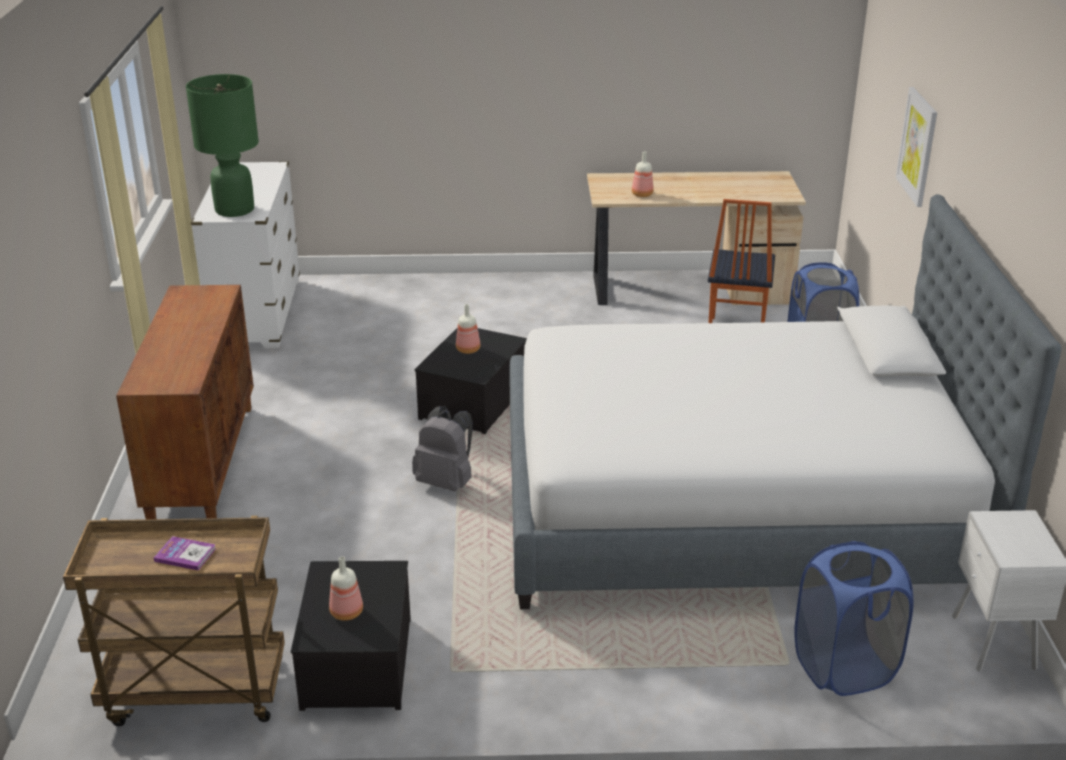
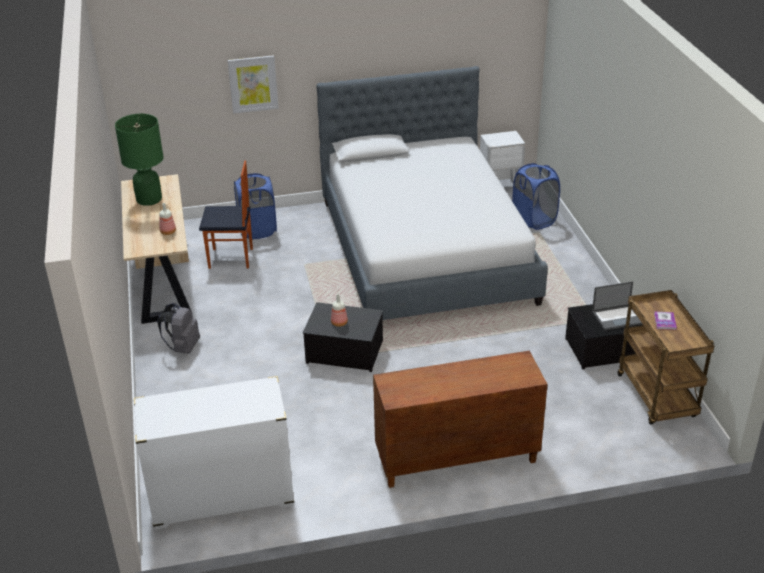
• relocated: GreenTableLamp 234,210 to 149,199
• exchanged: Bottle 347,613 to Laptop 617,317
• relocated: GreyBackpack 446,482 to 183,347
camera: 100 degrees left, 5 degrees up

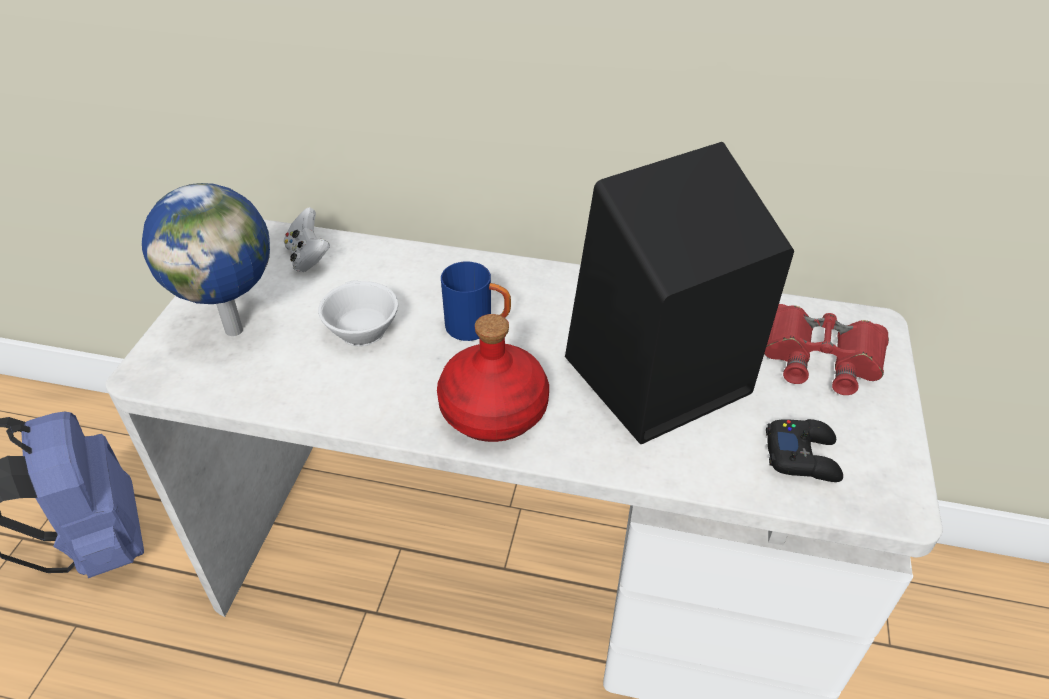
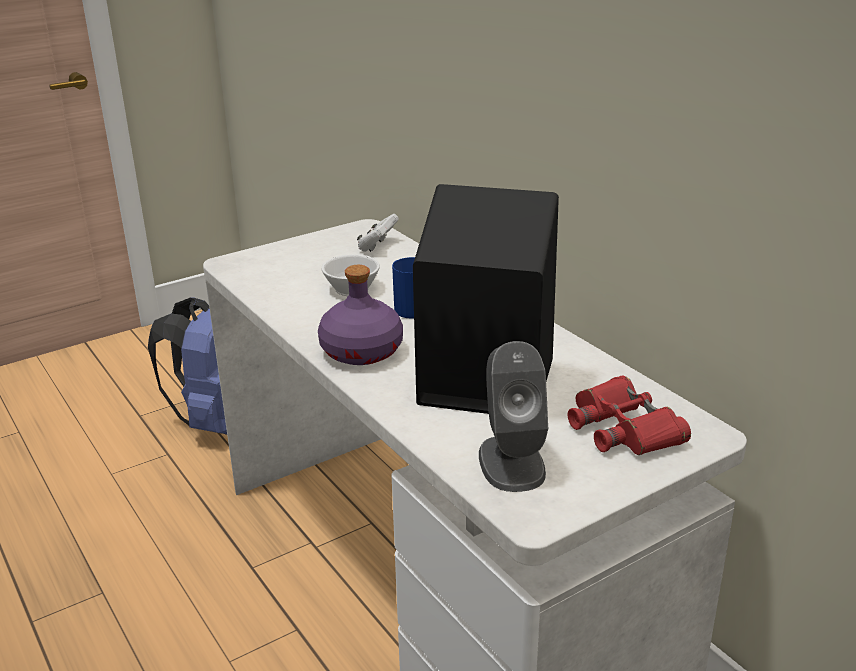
• missing: Globe 235,328
• colour: RedBottle 495,410 to PurpleBottle 362,351
• exchanged: BlackGameController 803,456 to GreySpeaker 511,462
camera: 45 degrees right, 15 degrees down

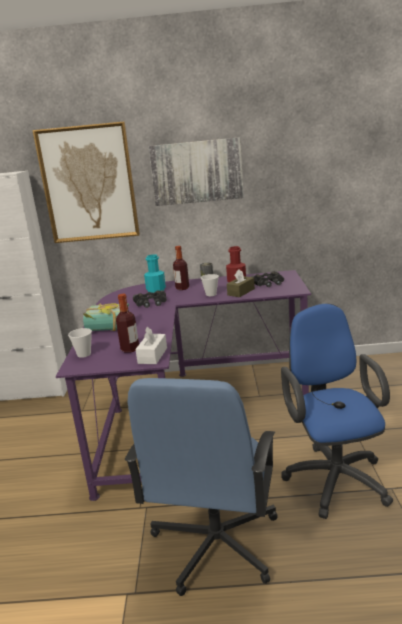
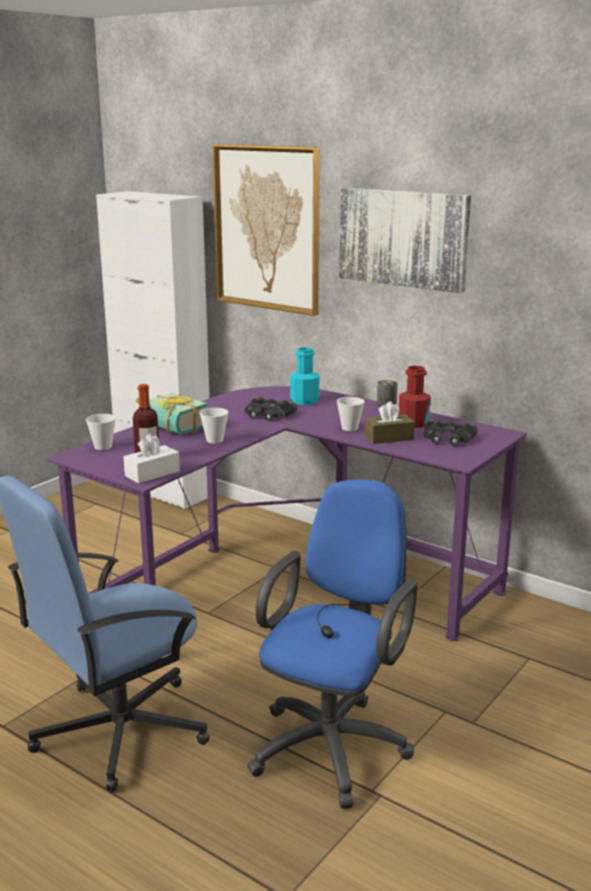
• missing: Bottle 182,288
• appeared: Cup 214,440
camera: 35 degrees right, 0 degrees up

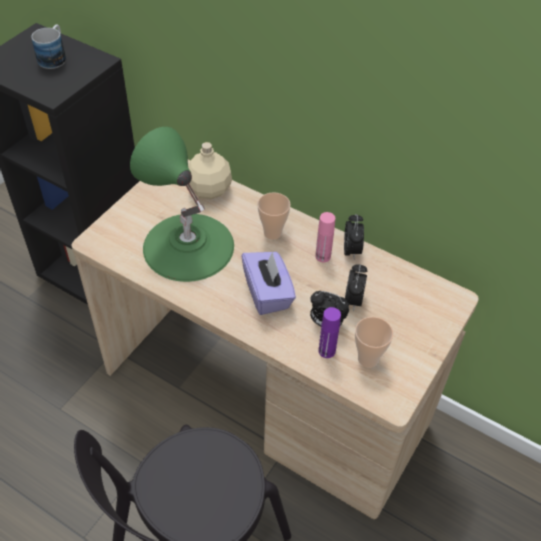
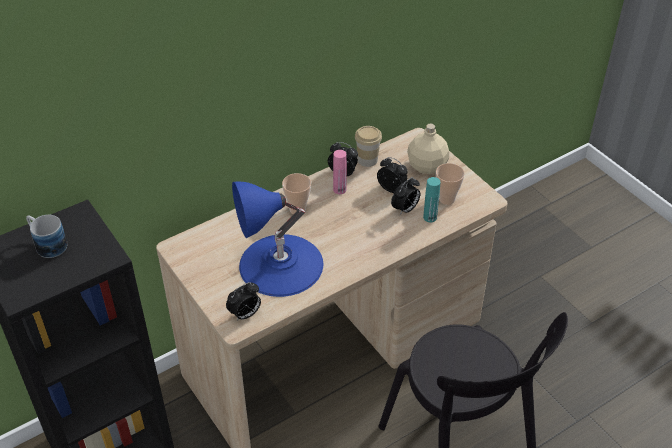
• colour: GreenTableLamp 188,246 to BlueTableLamp 281,265
• relocated: BeigeBottle 209,190 to 427,166
• missing: PurpleTissueBox 268,293
• colour: PurpleBottle 326,351 to TurquoiseBottle 430,217
• appeared: AlarmClock 245,314
• appeared: Cup 367,160
camera: 65 degrees left, 5 degrees down

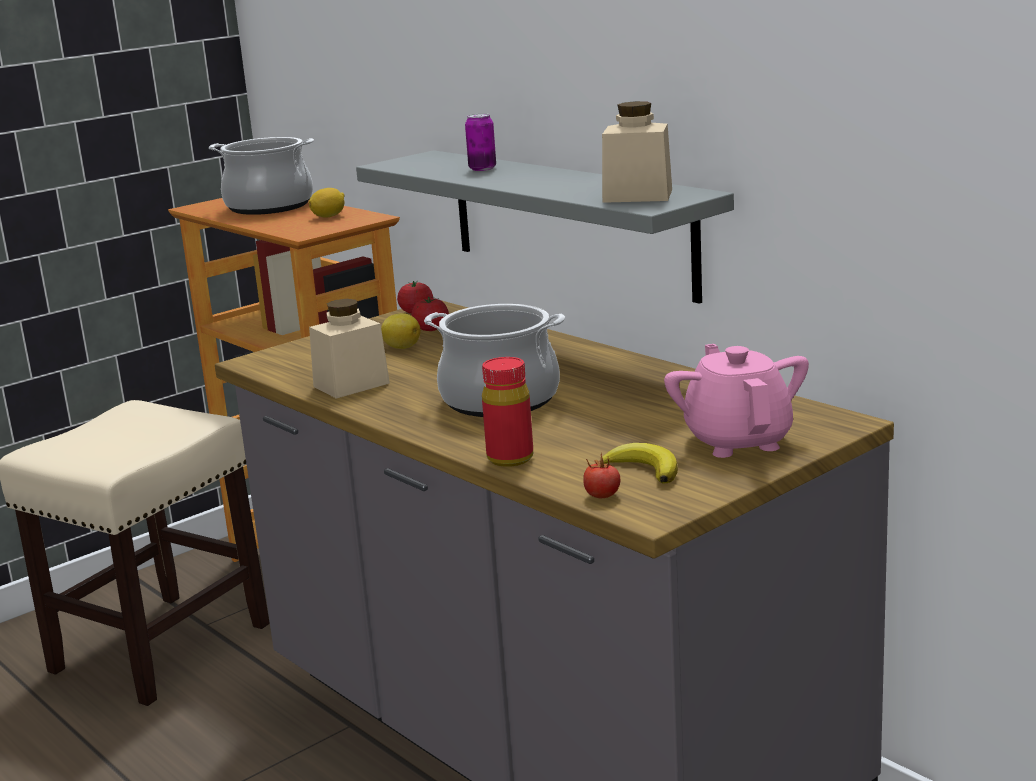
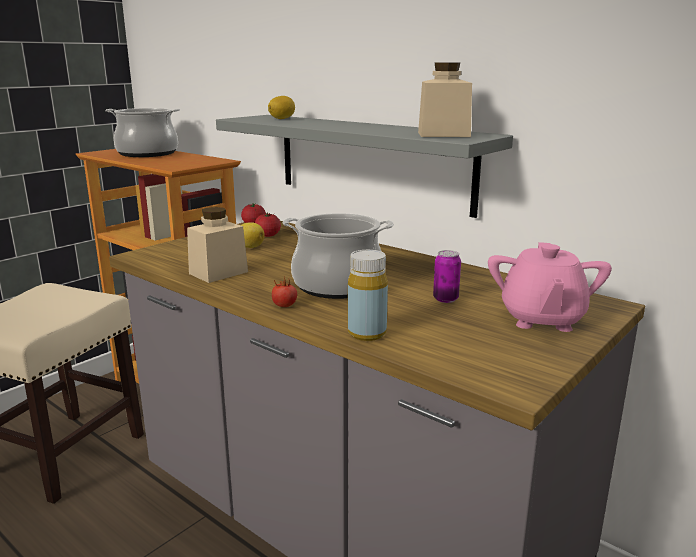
• relocated: Lemon 329,216 to 282,119
• relocated: Can 482,169 to 445,299
• colour: RedBottle 510,458 to YellowBottle 367,333
• relocated: Tomato 602,496 to 284,305
• missing: Banana 644,469
• spun: PinkTeapot 738,441 = 541,319 150 degrees counterclockwise
camera: 10 degrees left, 0 degrees up

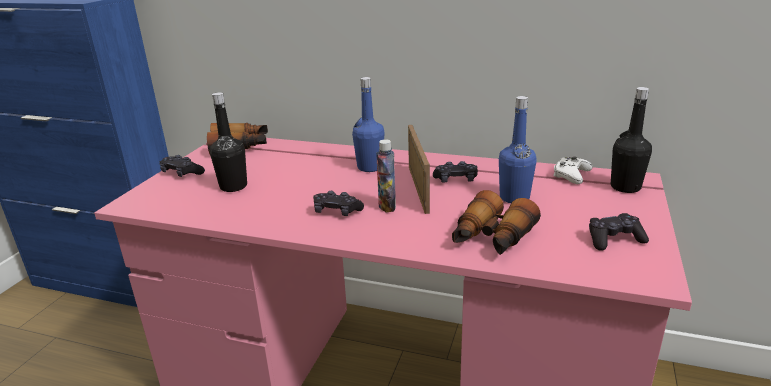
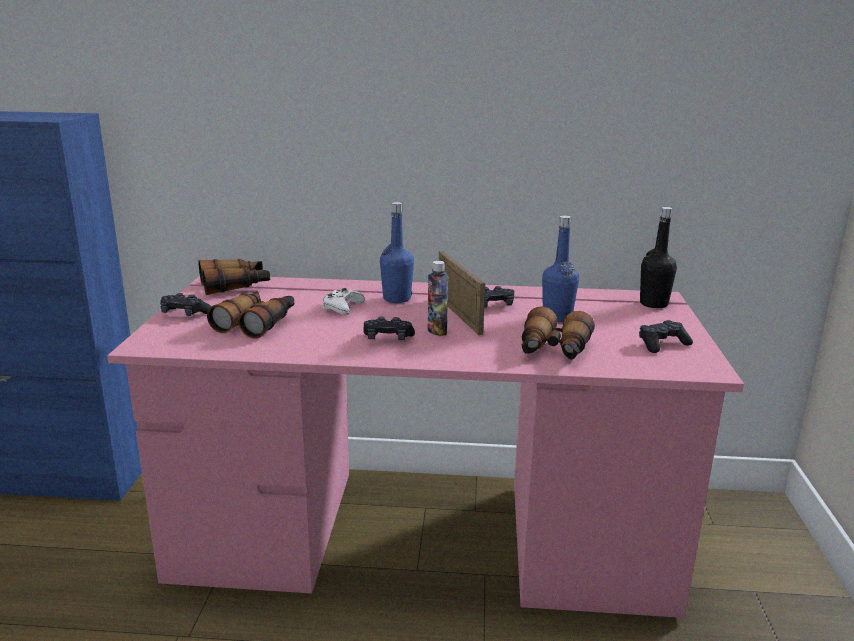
• exchanged: BlackBottle 233,186 to Binoculars 257,323
• relocated: WhiteGameController 571,175 to 342,307
camera: 15 degrees left, 5 degrees down

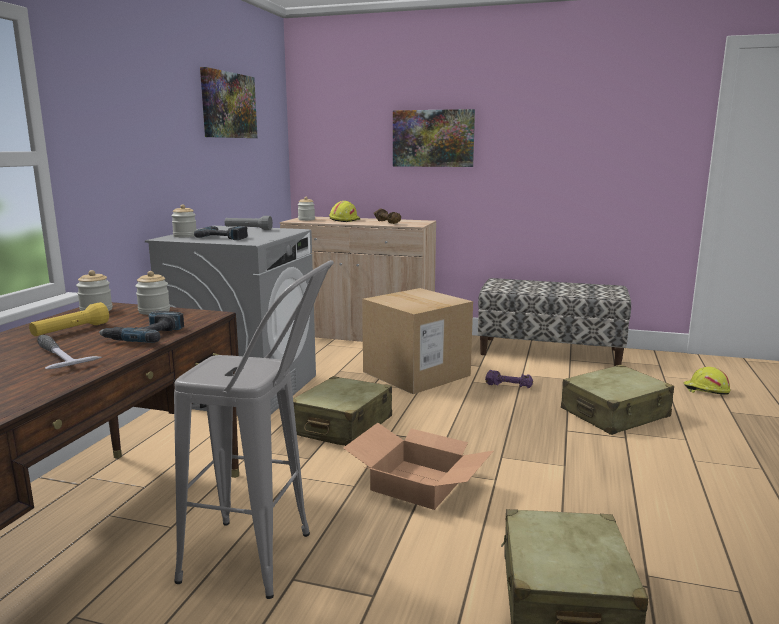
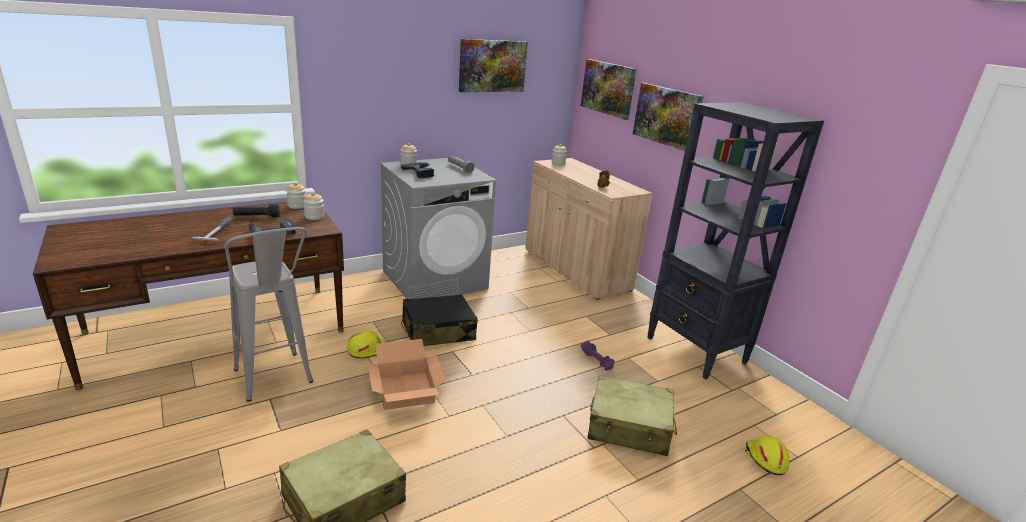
• colour: YellowFlashlight 71,331 to BlackFlashlight 257,217
• colour: BeigeSuitcase 341,426 to BlackSuitcase 438,331
• relocated: YellowHardHat 344,220 to 367,349
• missing: CardboardBox 416,373
• exchanged: Bench 550,352 to BlackBookcase 696,351
• appeared: Picture 608,88
camera: 40 degrees right, 10 degrees up

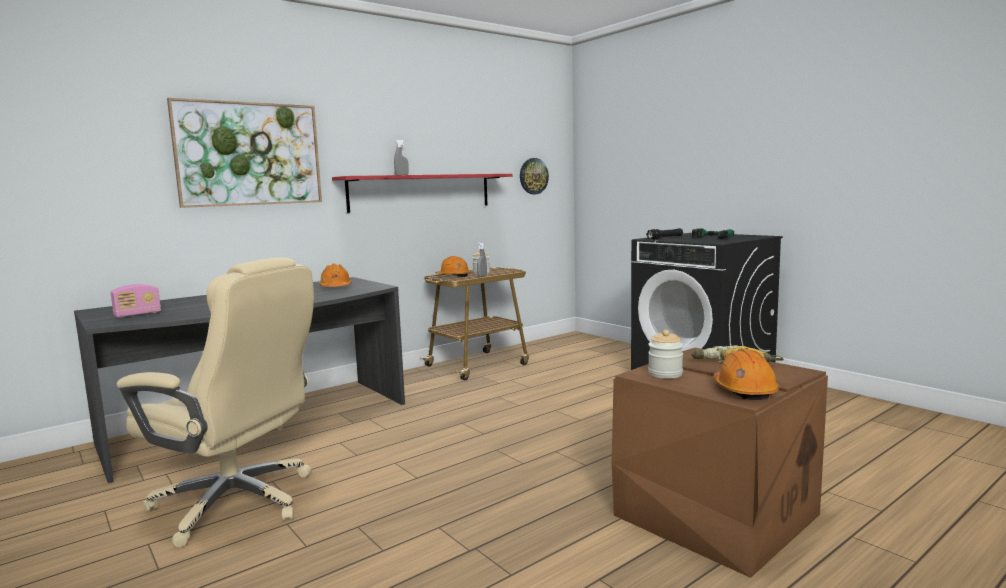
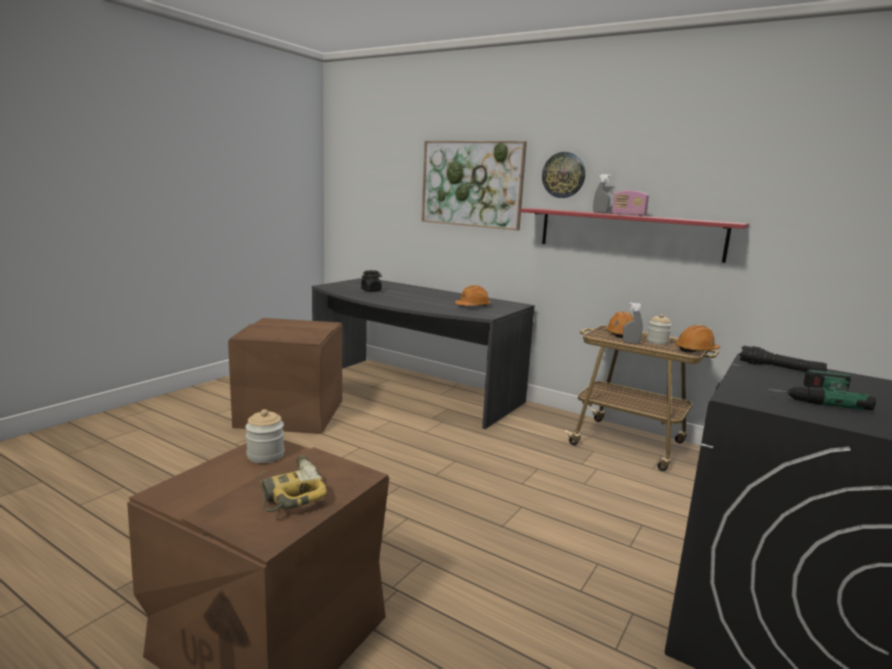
• relocated: Radio 137,314 to 628,215
• exchanged: BeigeOfficeChair 237,503 to BrownStorageBox 290,413
• relocated: WallClock 533,176 to 563,175
• relocated: OrangeHardHat 744,390 to 696,350
• appeared: BlackJar 371,290
camera: 70 degrees right, 5 degrees up

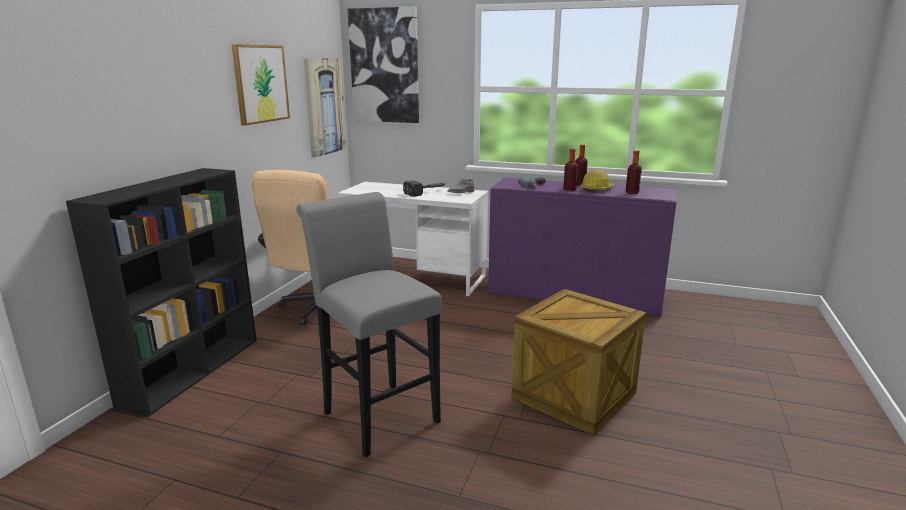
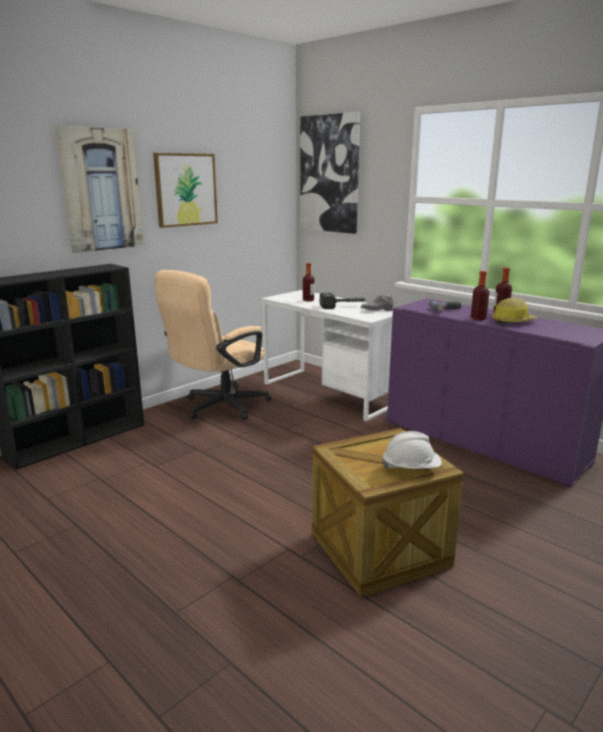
• missing: GreyStool 376,413
• relocated: Picture 324,106 to 101,190
• relocated: Bottle 632,192 to 308,300
• appeared: WhiteHardHat 411,468
camera: 25 degrees right, 0 degrees up

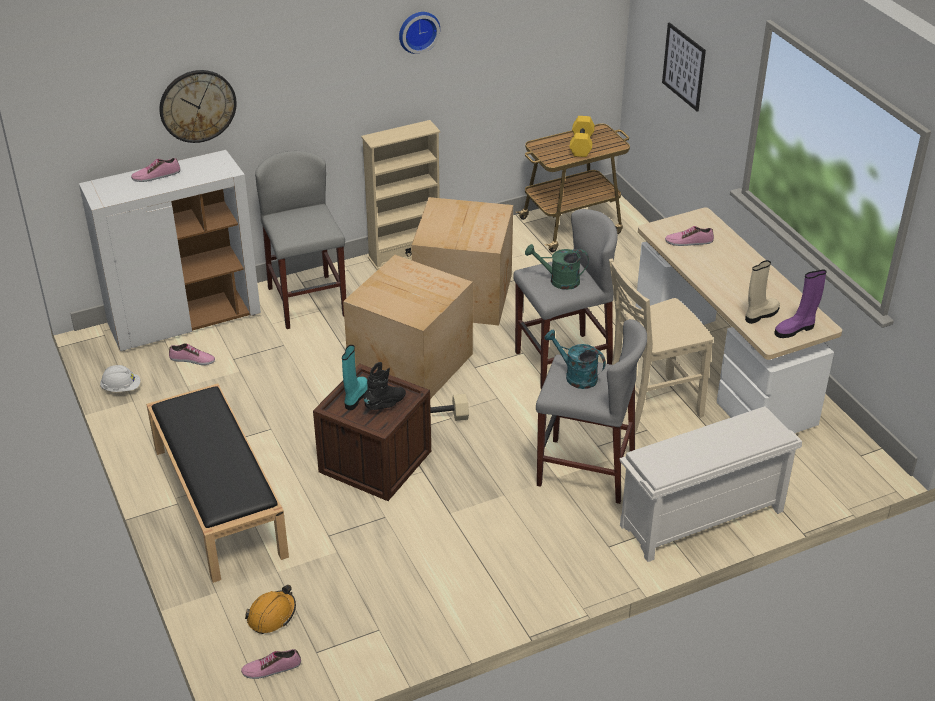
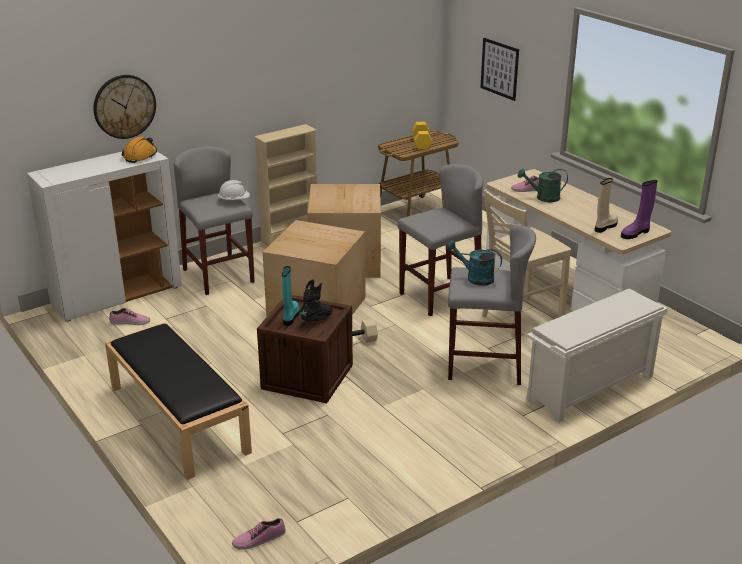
• relocated: WhiteHardHat 121,388 to 234,200
• missing: Shoe 156,175
• relocated: OrangeHardHat 272,615 to 140,156
• missing: WallClock 418,31
• relocated: GreenWateringCan 558,281 to 543,198
camera: 10 degrees left, 10 degrees down

